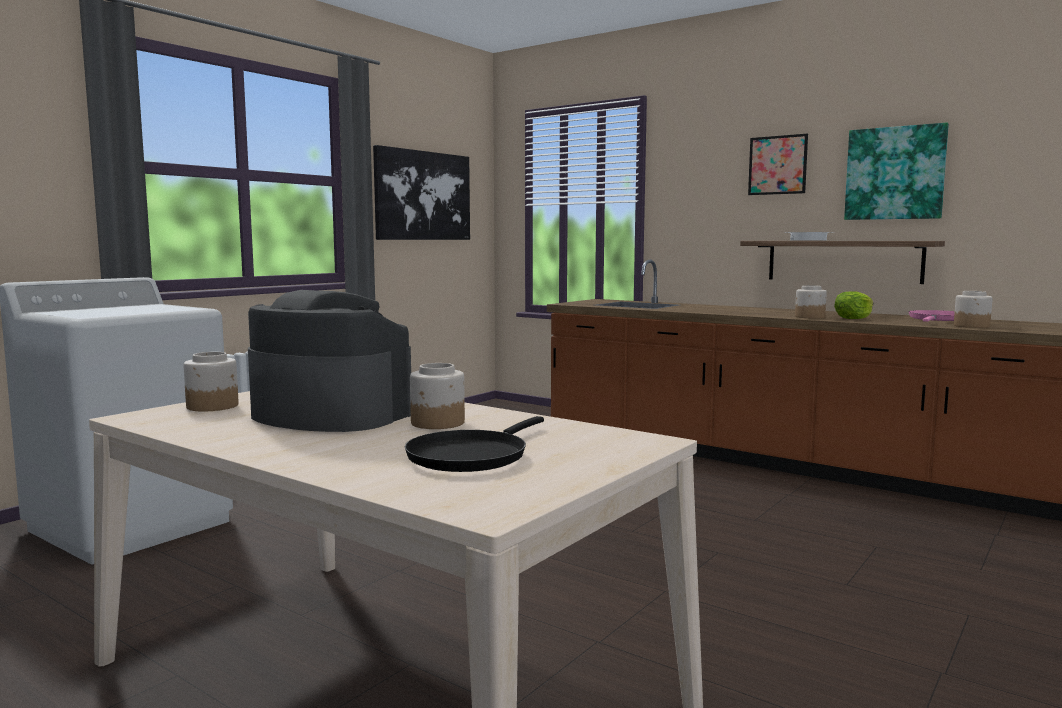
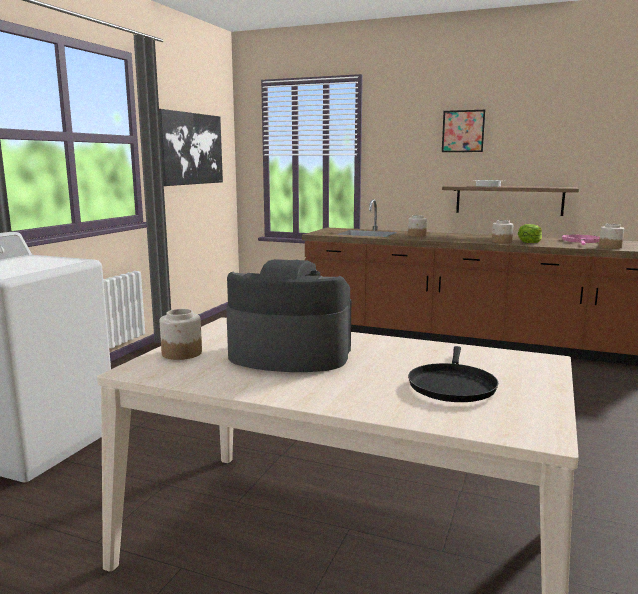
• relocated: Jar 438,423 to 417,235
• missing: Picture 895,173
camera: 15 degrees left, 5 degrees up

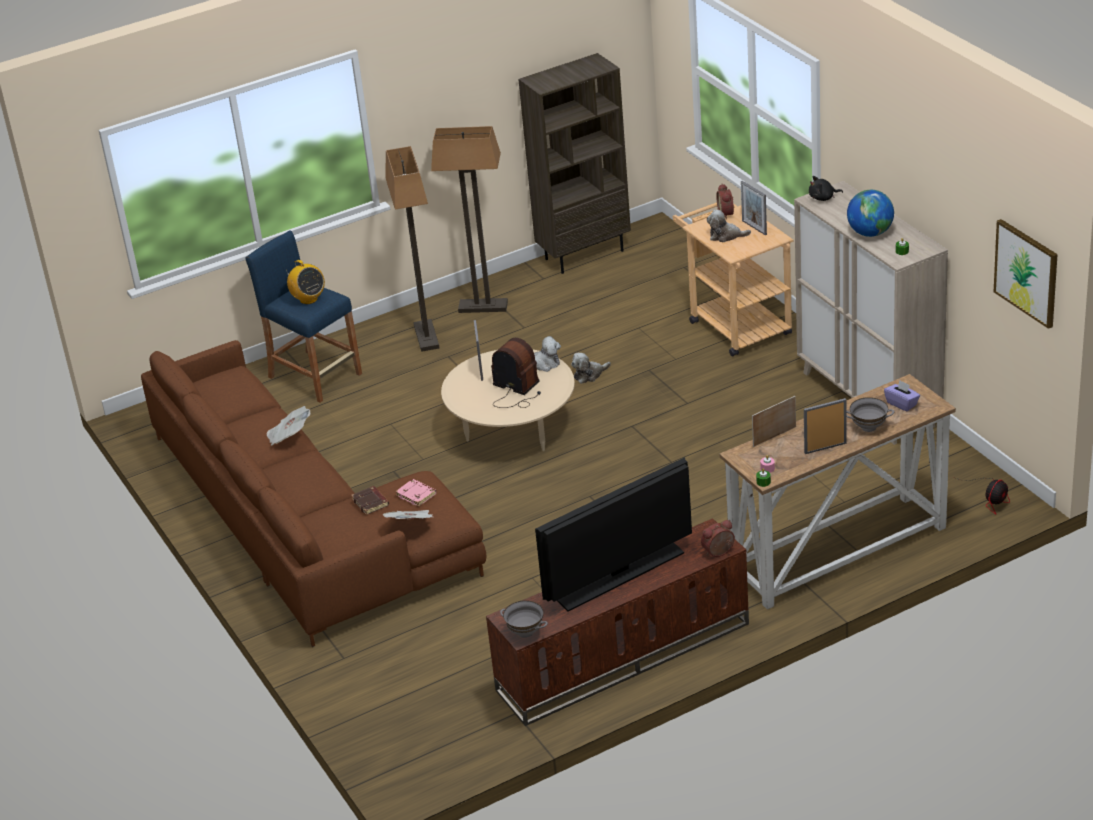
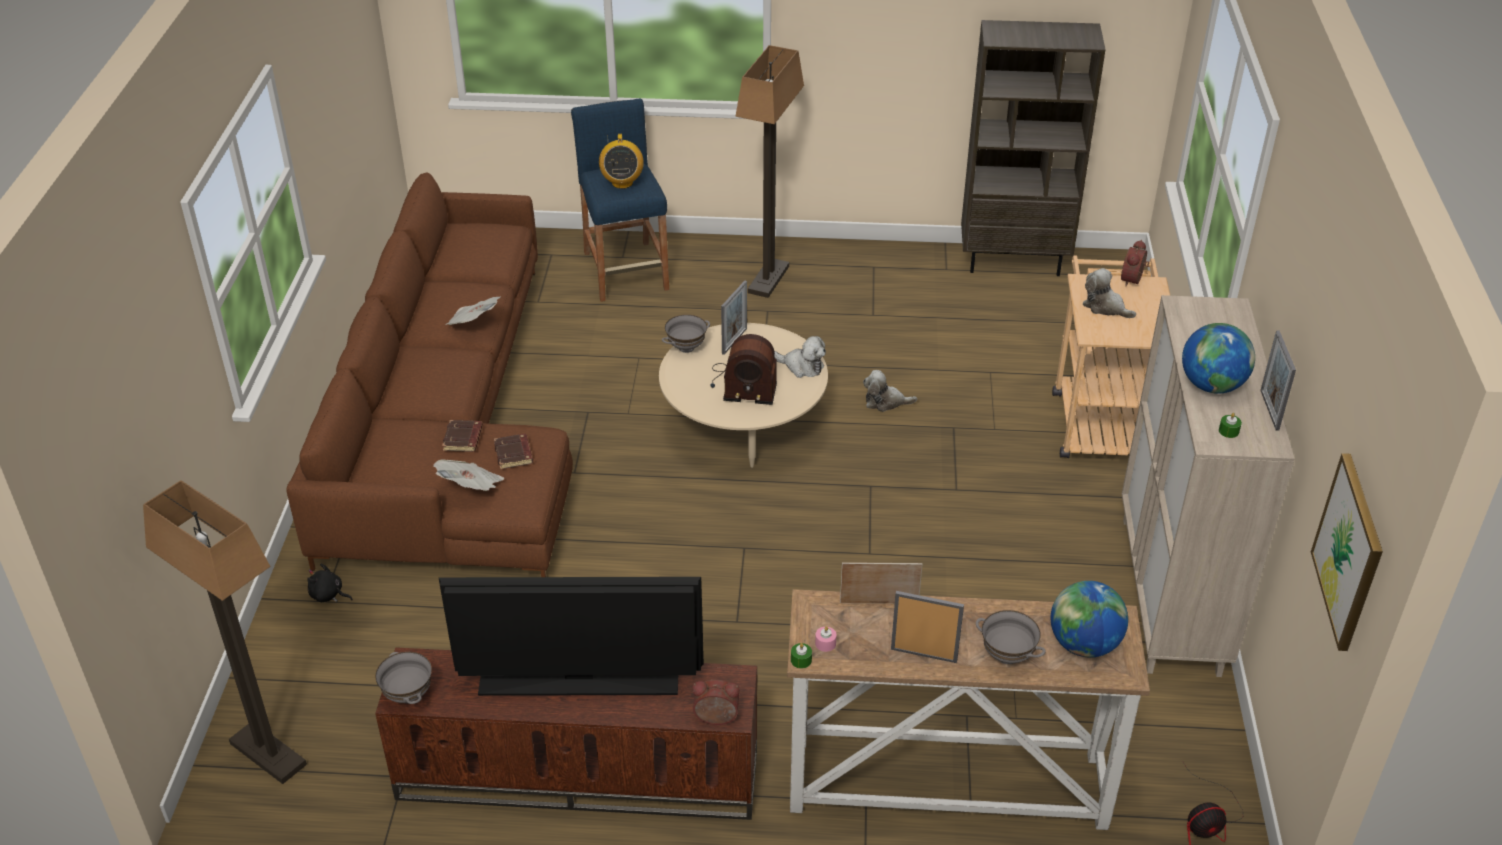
• colour: PinkBook 417,495 to BrownBook 514,454
• relocated: FloorLamp 483,307 to 269,754
• spun: Radio 516,391 = 743,384 120 degrees clockwise
• relocated: PictureFrame 754,227 to 1269,410
• relocated: BlackPlushToy 823,198 to 328,595
• exchanged: PurpleTissueBox 902,404 to Globe 1083,645
• appeared: GreyBowl 686,348
camera: 30 degrees right, 5 degrees up

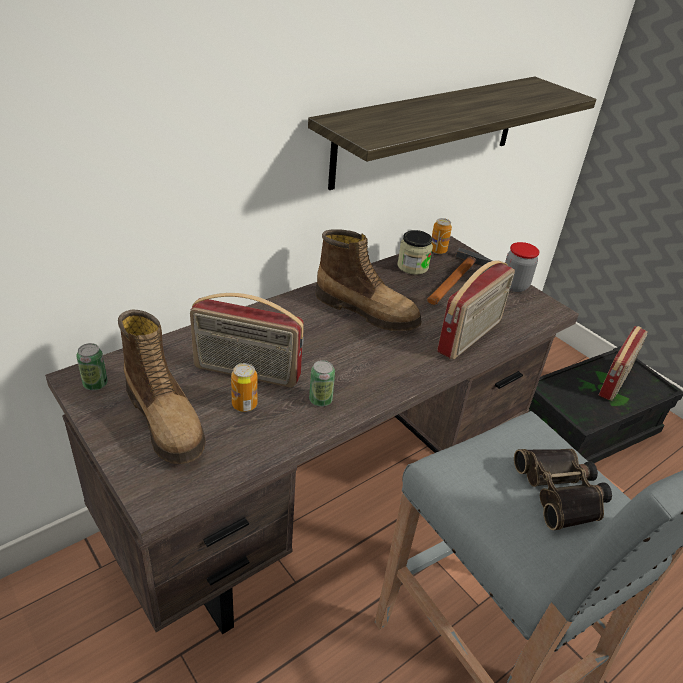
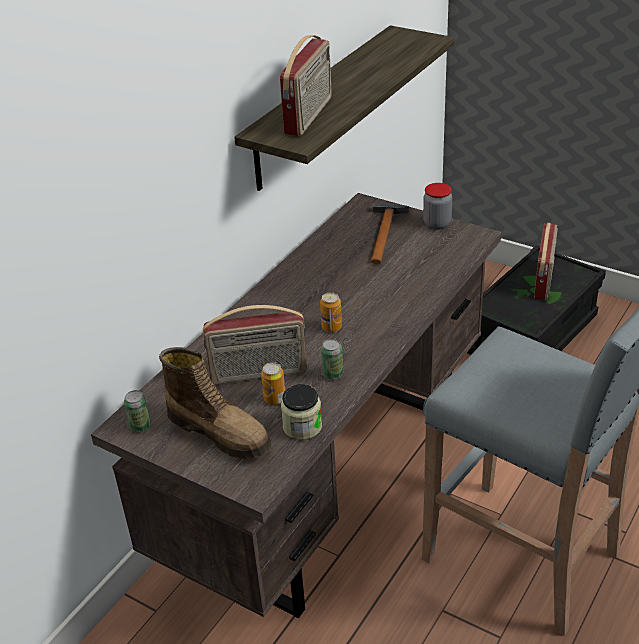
• missing: Boot 367,311
• relocated: Jar 412,266 to 302,426
• relocated: Can 438,250 to 331,327
• relocated: Radio 470,337 to 309,116
• missing: Binoculars 562,492
camera: 15 degrees left, 0 degrees up

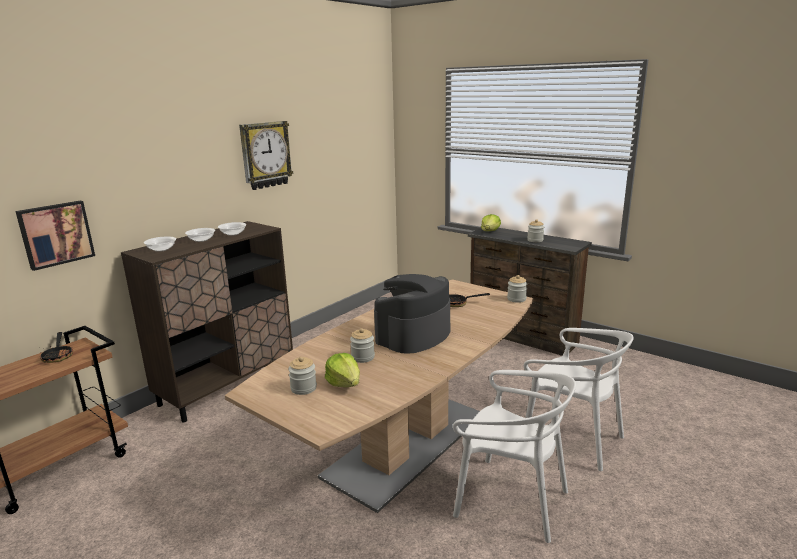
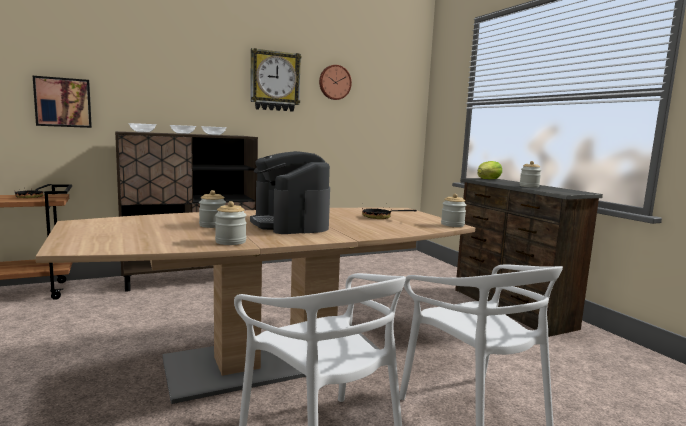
• relocated: Jar 303,388 to 230,242
• missing: Lettuce 344,383
• spun: CoffeeMachine 413,335 = 290,224 90 degrees counterclockwise
• appeared: WallClock 334,82
camera: 25 degrees right, 10 degrees down

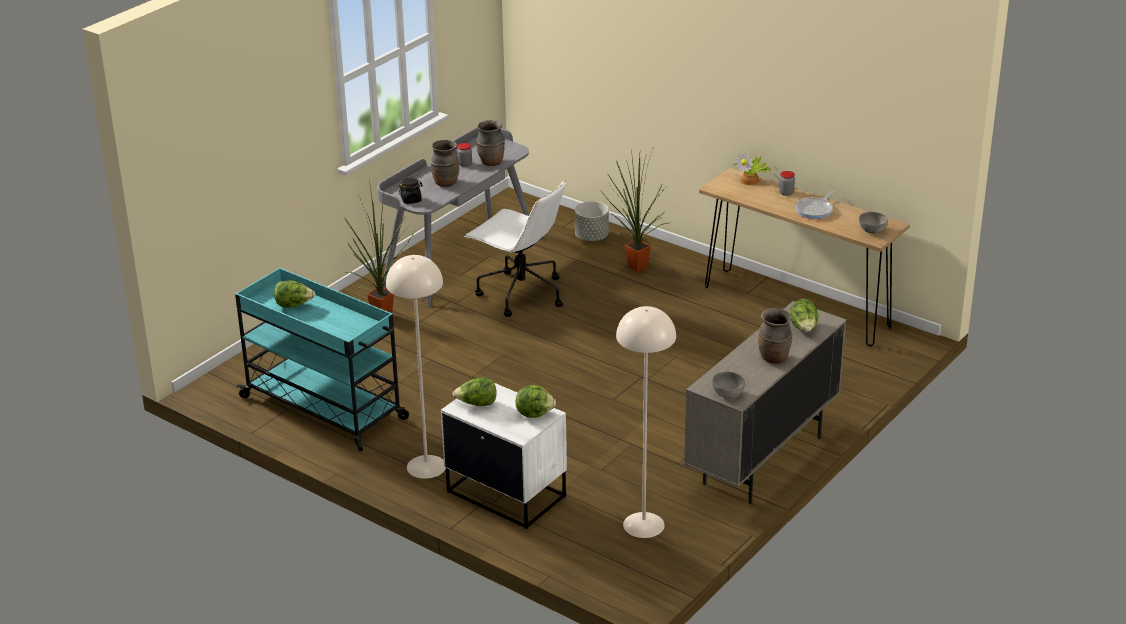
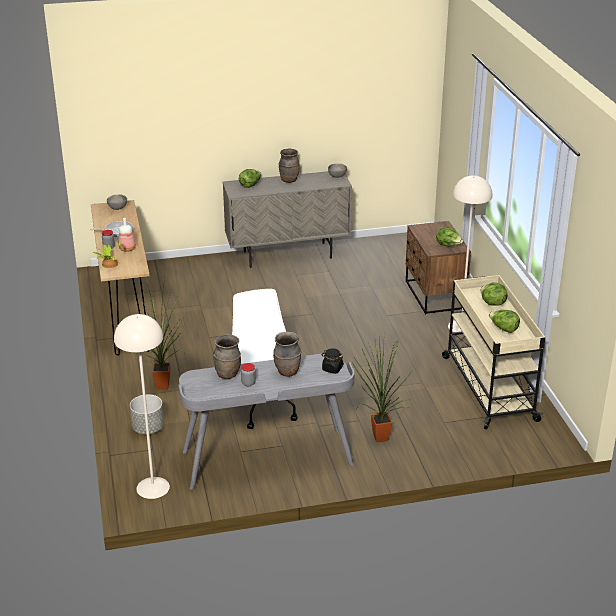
• colour: TurquoiseCart 325,408 to BeigeCart 488,387
• colour: WhiteNightstand 506,494 to BrownNightstand 433,295
• relocated: Lettuce 534,413 to 492,303
• relocated: BeigeFloorLamp 643,525 to 153,487
• appeared: Bottle 127,248
camera: 140 degrees left, 0 degrees up

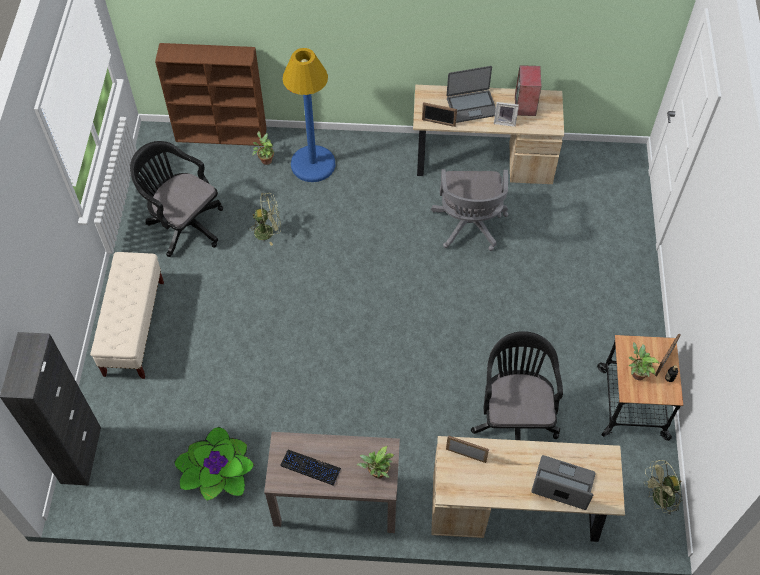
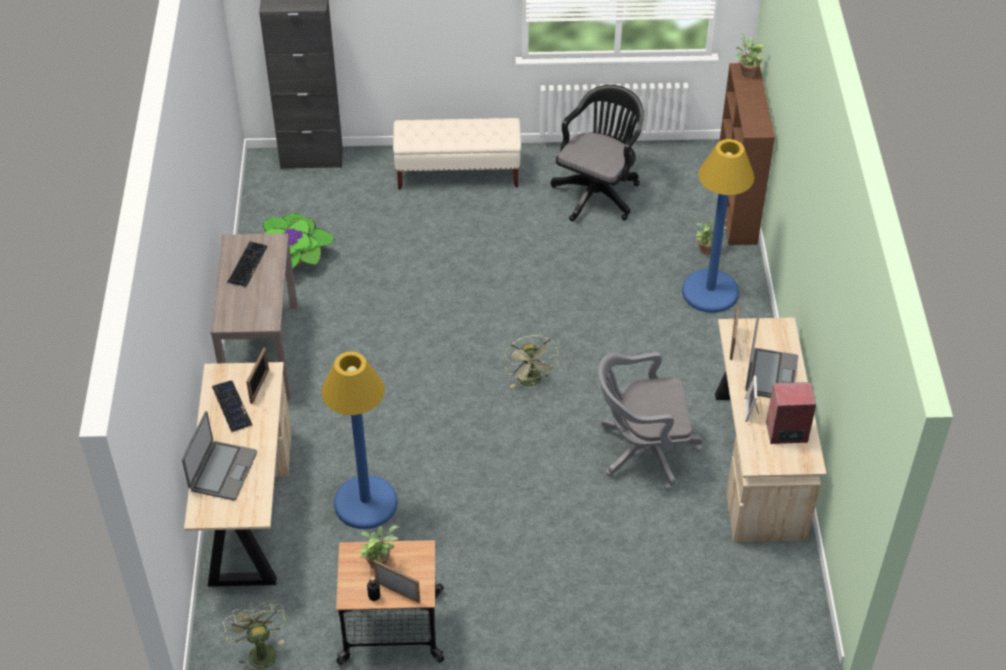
• relocated: GreenFan 268,231 to 531,381
• relocated: PottedPlant 377,473 to 746,72
• spun: Laptop 471,106 = 770,375 150 degrees counterclockwise
• exchanged: BlackOfficeChair 514,417 to BlueFloorLamp 366,503
• appeared: Keyboard 231,407
camera: 85 degrees right, 10 degrees down

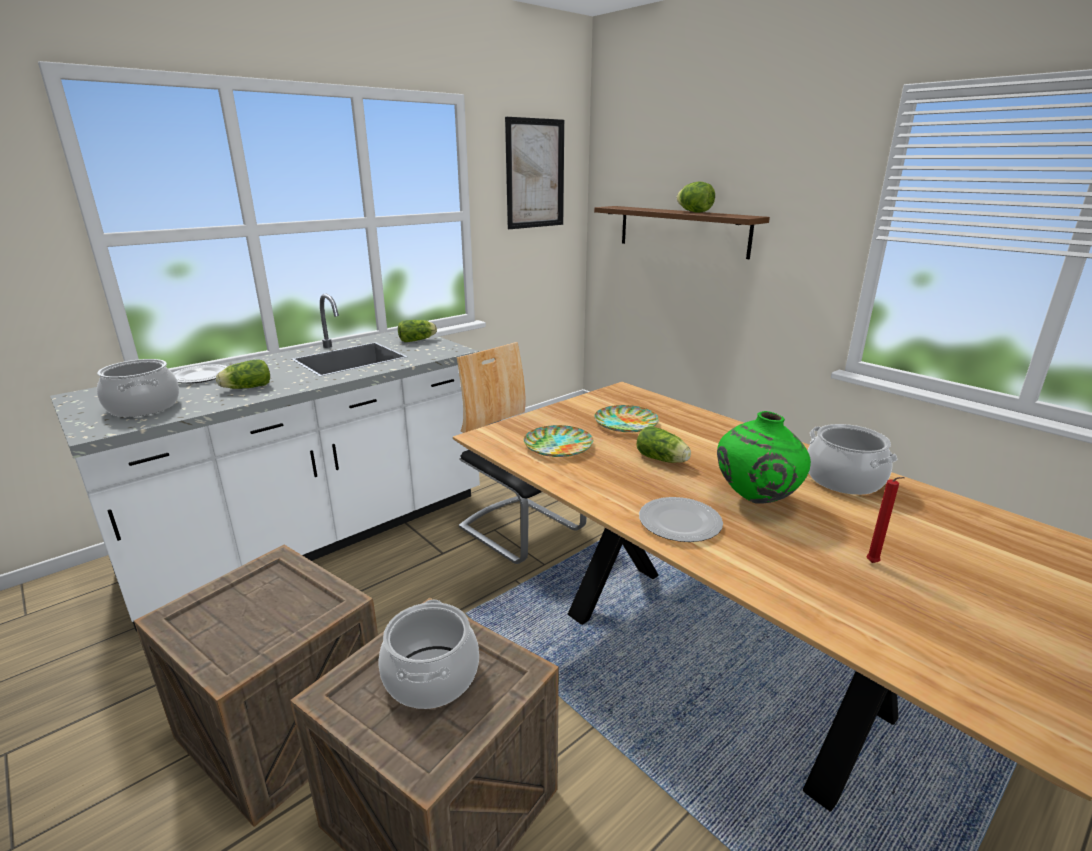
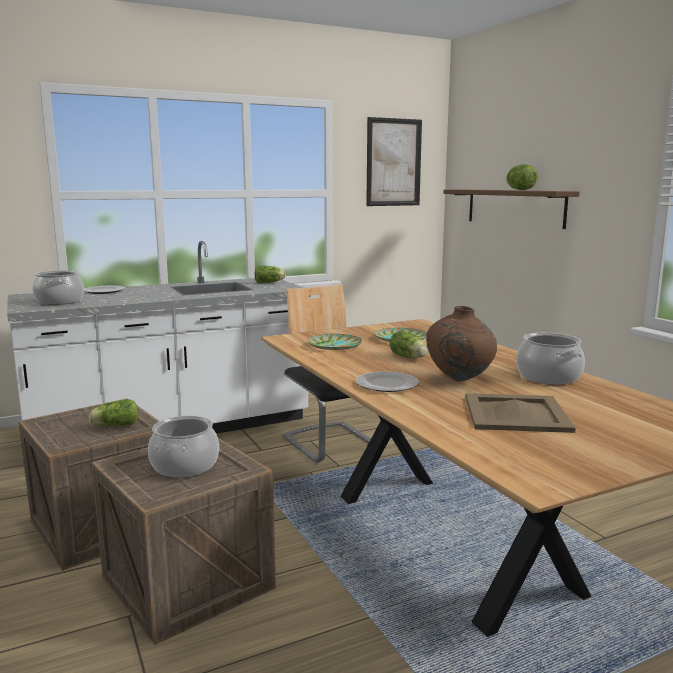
• relocated: Lettuce 245,388 to 114,425
• colour: GreenVase 755,500 to BrownVase 459,380
• exchanged: RedCandle 873,564 to BeigeTray 515,414
camera: 15 degrees right, 10 degrees down

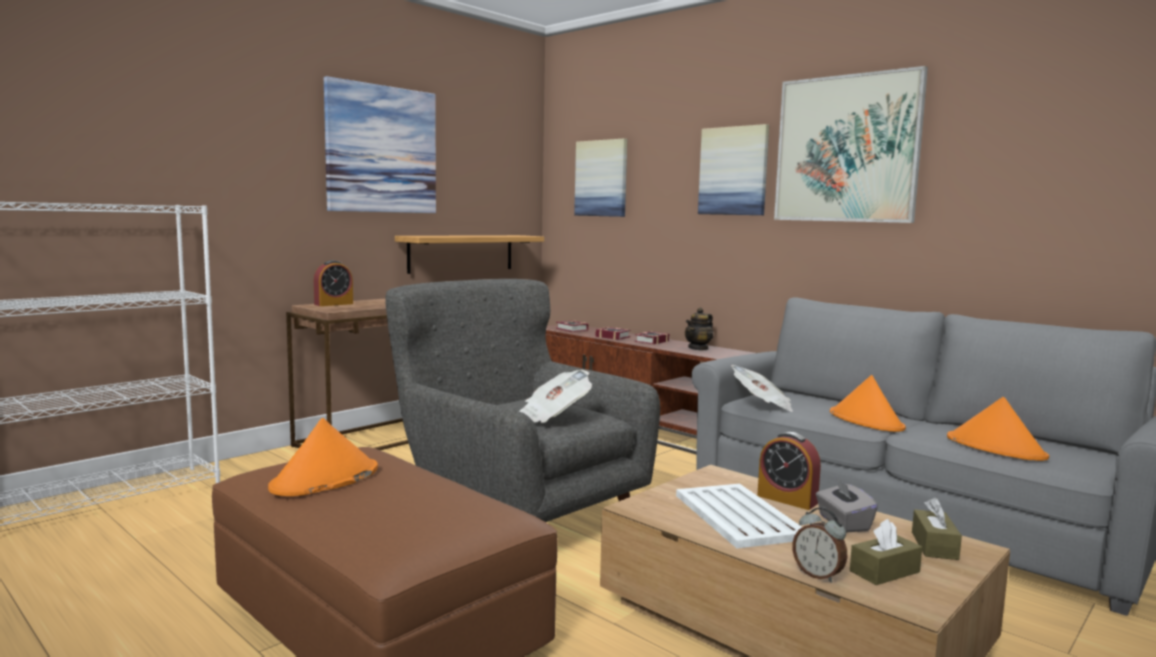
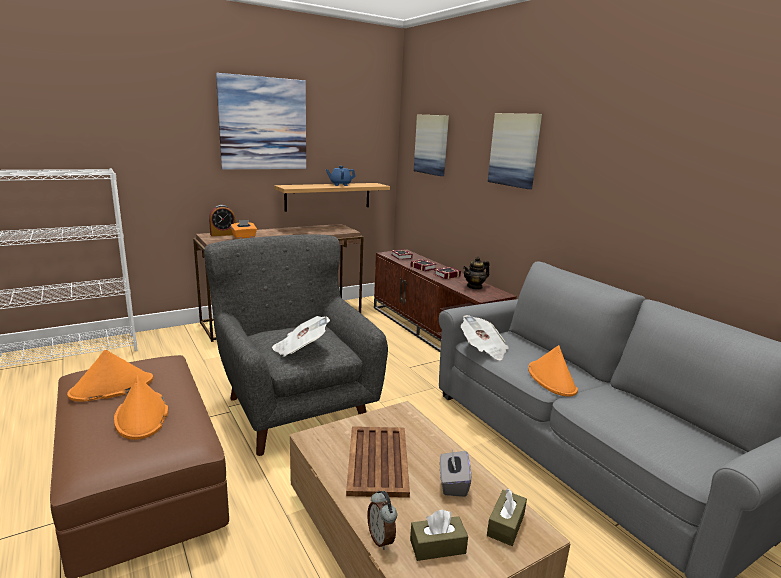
• colour: WhiteTray 738,517 to BrownTray 377,461
• missing: AlarmClock 787,499
• missing: Picture 846,149
• relocated: OrangeHat 996,448 to 142,416
• appeared: OrangeTissueBox 244,237
• appeared: BlueTeapot 340,185
camera: 15 degrees right, 10 degrees up

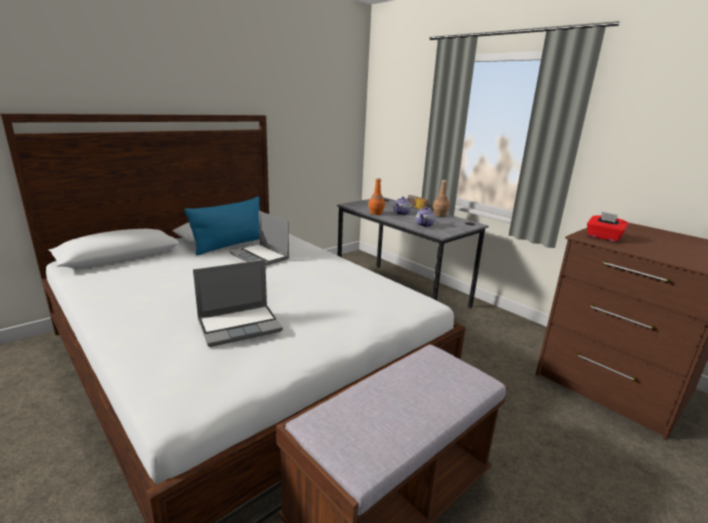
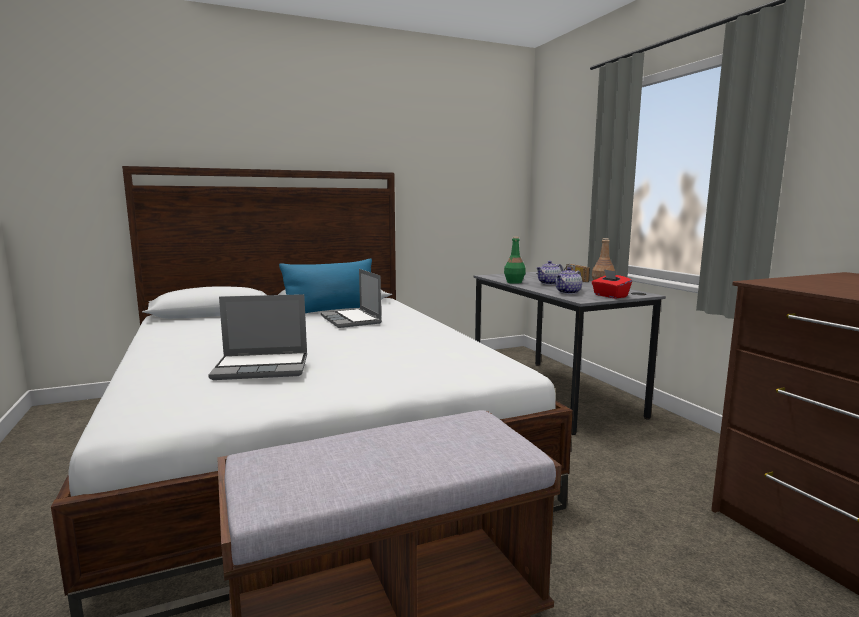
• colour: OrangeBottle 375,213 to GreenBottle 514,282
• relocated: RedTissueBox 603,237 to 610,296
camera: 20 degrees right, 10 degrees down

